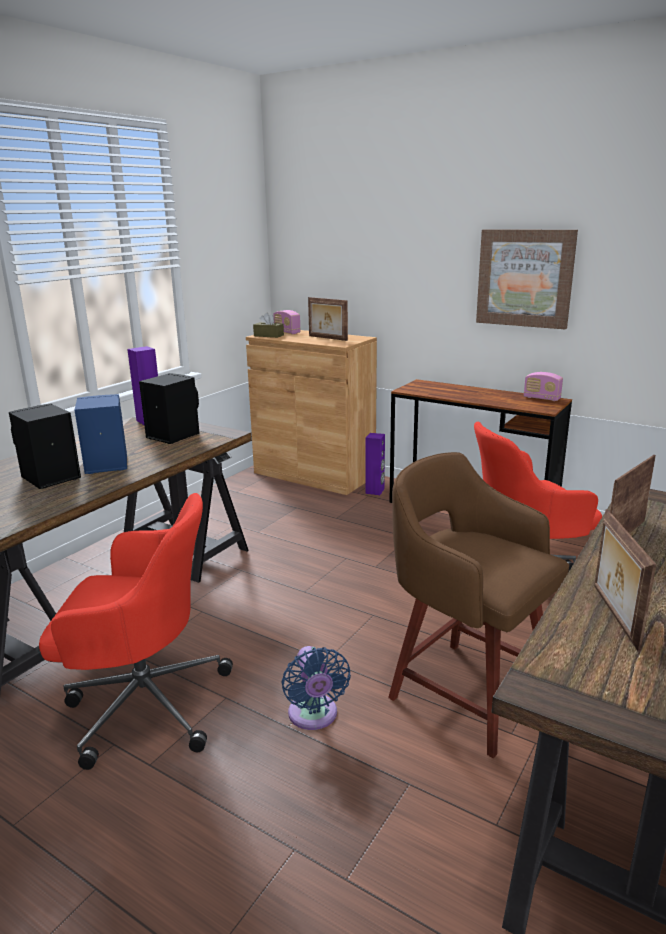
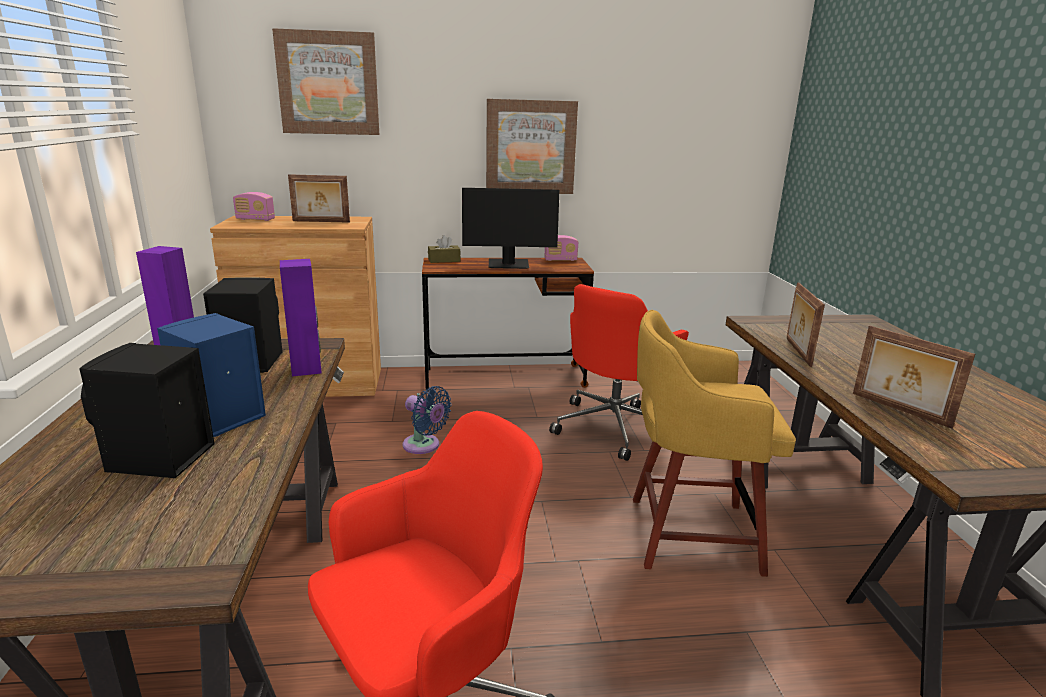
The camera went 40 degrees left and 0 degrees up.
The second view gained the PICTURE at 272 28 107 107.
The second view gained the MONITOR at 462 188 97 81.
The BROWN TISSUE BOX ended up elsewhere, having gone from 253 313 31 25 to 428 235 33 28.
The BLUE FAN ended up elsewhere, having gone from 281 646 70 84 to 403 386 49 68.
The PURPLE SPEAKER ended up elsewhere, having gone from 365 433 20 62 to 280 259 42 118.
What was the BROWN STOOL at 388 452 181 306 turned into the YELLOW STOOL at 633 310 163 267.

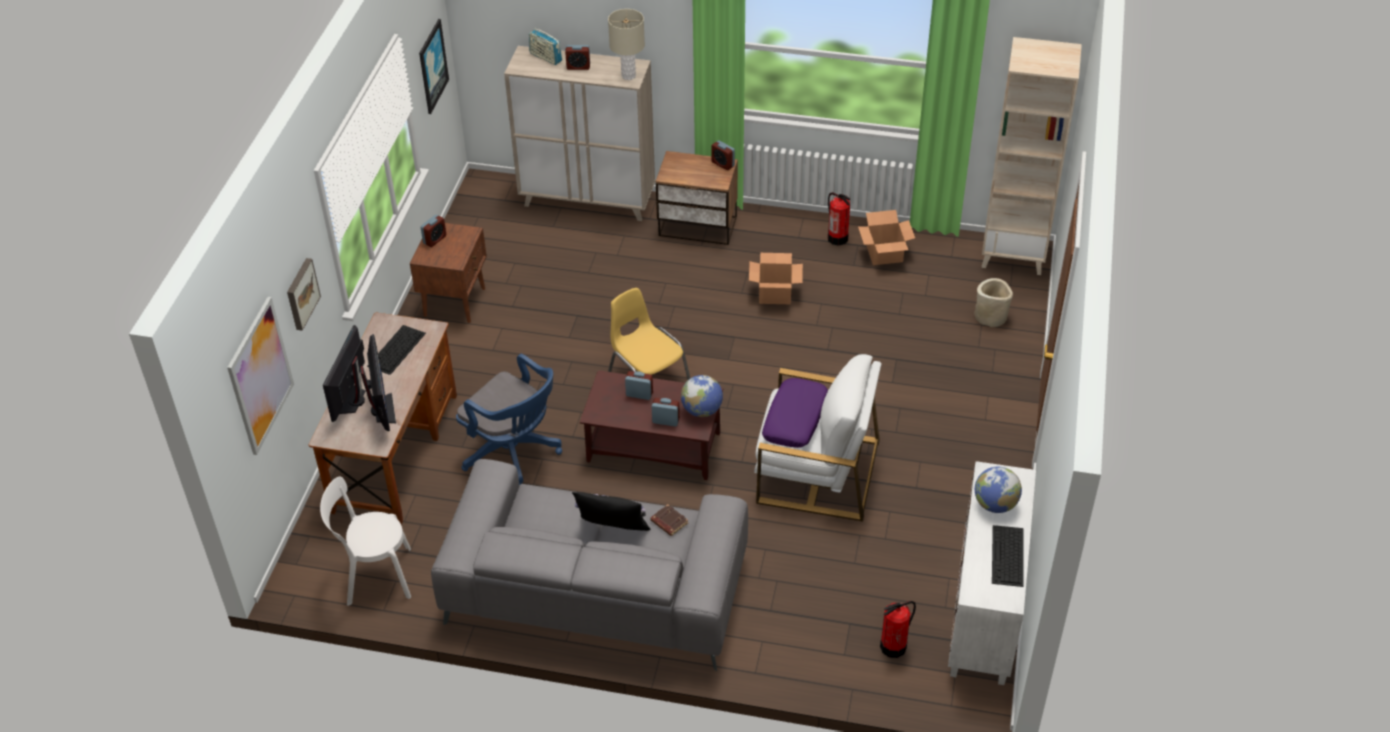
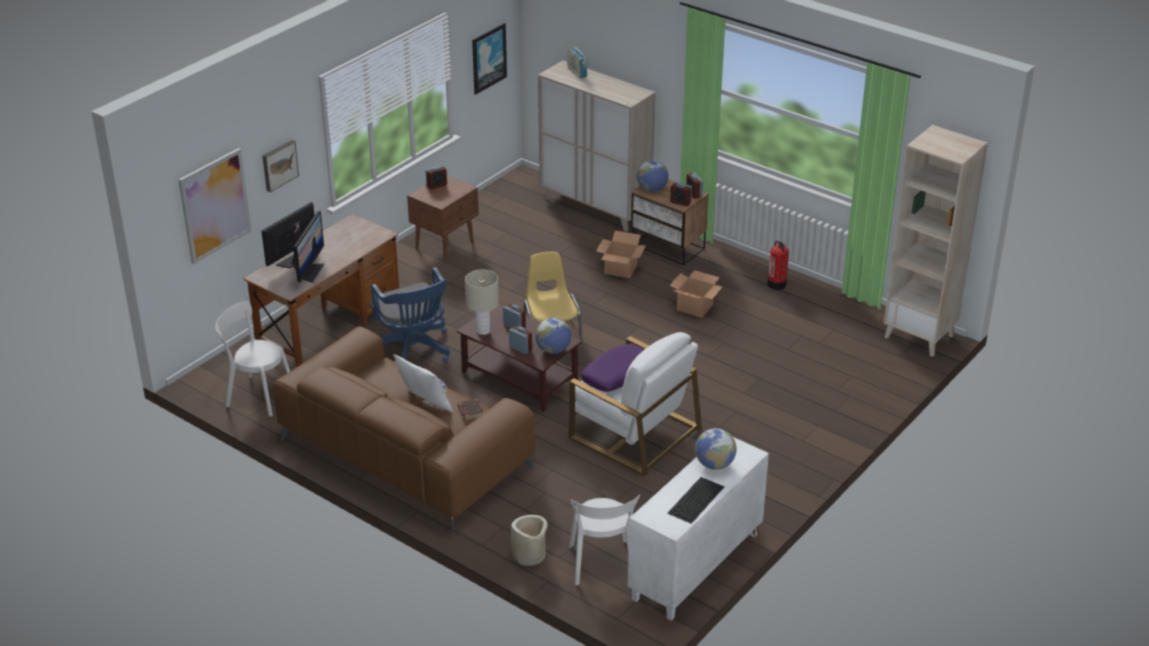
The camera went 25 degrees right and 10 degrees down.
The second view lost the KEYBOARD at 367 325 59 50.
The second view gained the GLOBE at 637 160 31 32.
The ALARM CLOCK ended up elsewhere, having gone from 565 45 25 25 to 670 182 22 24.
The BEIGE TABLE LAMP ended up elsewhere, having gone from 608 9 37 71 to 465 270 34 65.
The CARDBOARD BOX ended up elsewhere, having gone from 858 210 57 55 to 596 231 50 47.
The BEIGE PLANTER ended up elsewhere, having gone from 974 278 39 49 to 511 515 37 51.
Where the FIRE EXTINGUISHER stood at 880 601 36 57, the WHITE CHAIR came to stand at 569 495 71 90.
What was the GREY SOFA at 431 459 317 212 turned into the BROWN SOFA at 273 326 262 208.
What was the BLACK PILLOW at 572 492 78 39 turned into the WHITE PILLOW at 393 354 60 58.

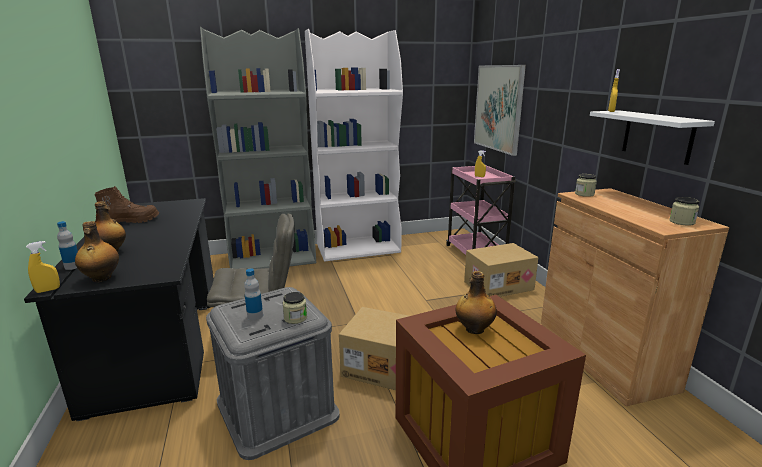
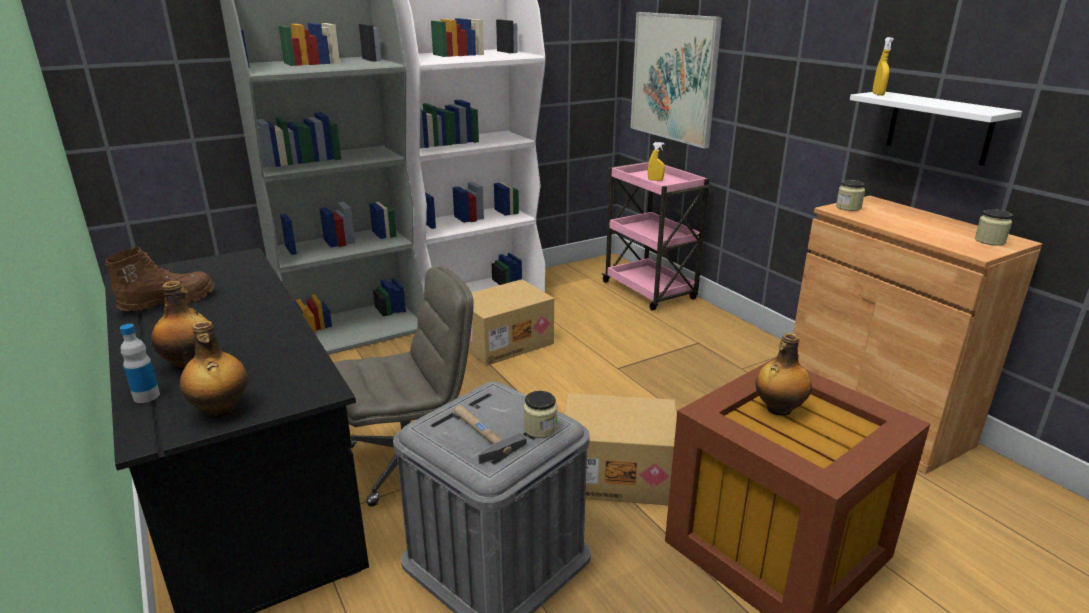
The camera went 15 degrees left and 5 degrees up.
The second view lost the YELLOW SPRAY BOTTLE at 26 241 34 52.
The CARDBOARD BOX ended up elsewhere, having gone from 464 243 74 54 to 468 279 86 87.
Where the BOTTLE stood at 244 268 19 52, the HAMMER came to stand at 454 405 73 59.

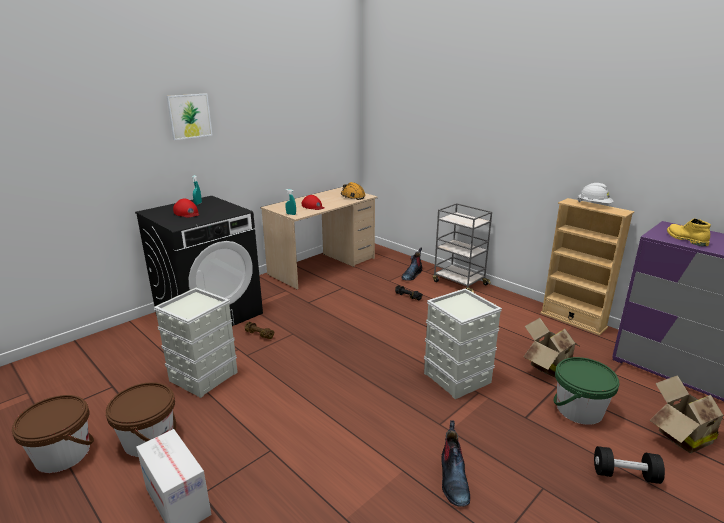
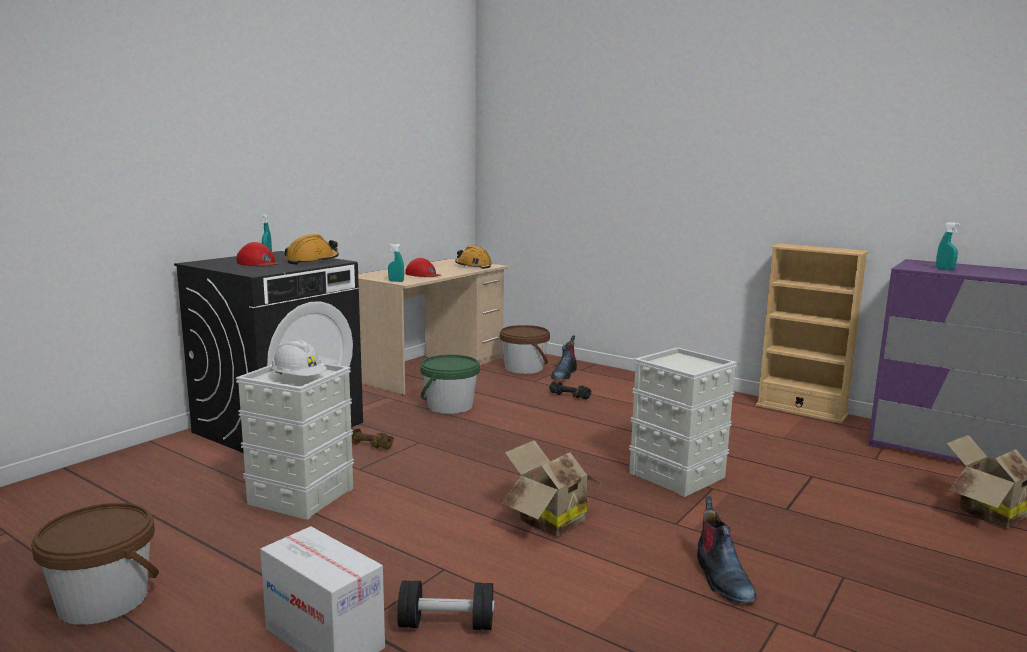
The camera went 10 degrees left and 10 degrees down.
The second view lost the PICTURE at 166 93 46 47.
The second view lost the GREY CART at 433 203 59 90.
The second view gained the ORANGE HARD HAT at 284 234 55 31.
The BROWN BUCKET ended up elsewhere, having gone from 106 382 70 75 to 500 325 50 49.
The CARDBOARD BOX ended up elsewhere, having gone from 523 318 58 60 to 502 440 99 96.
The GREEN BUCKET ended up elsewhere, having gone from 553 357 67 68 to 420 355 60 59.
The WHITE HARD HAT ended up elsewhere, having gone from 578 183 35 20 to 271 340 56 36.
The BLACK DUMBBELL ended up elsewhere, having gone from 594 446 71 38 to 397 581 98 49.
Where the YELLOW BOOT stood at 667 218 44 28, the TURQUOISE SPRAY BOTTLE came to stand at 936 222 24 48.

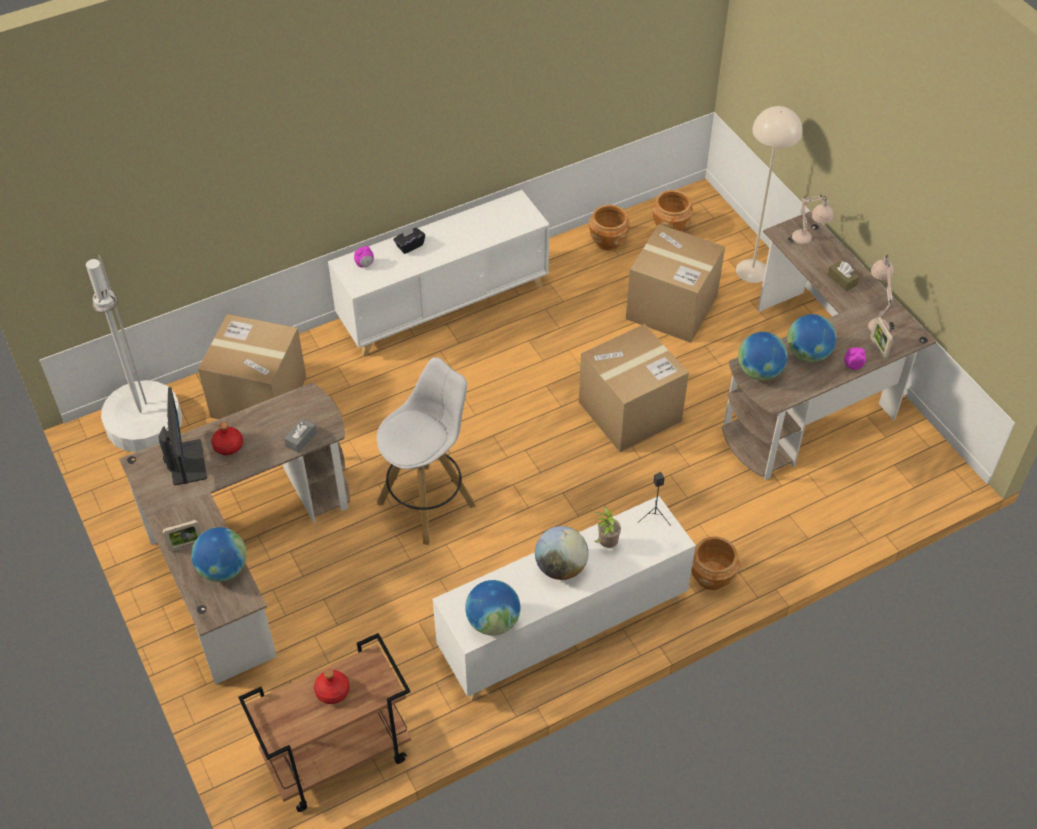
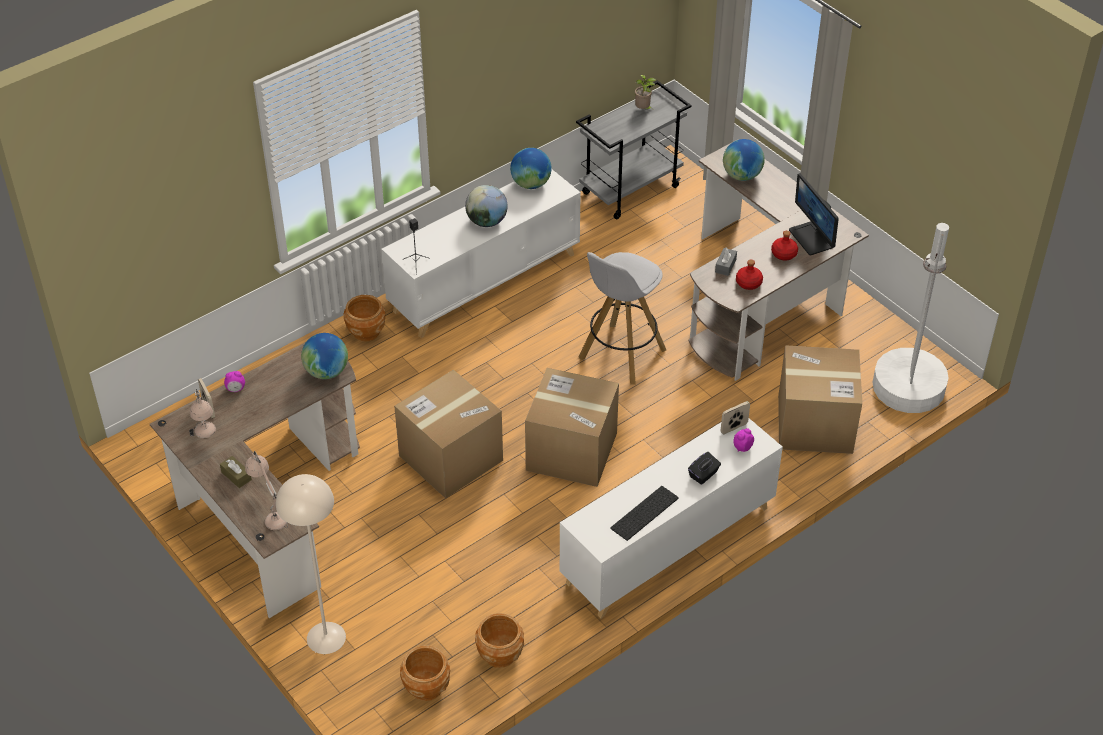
The camera went 170 degrees right and 5 degrees down.
The second view lost the GLOBE at 787 314 50 49.
The second view gained the KEYBOARD at 610 486 69 55.
The PICTURE FRAME ended up elsewhere, having gone from 163 520 39 31 to 720 401 30 33.
The RED BOTTLE ended up elsewhere, having gone from 314 669 36 35 to 736 260 27 30.
The POTTED PLANT ended up elsewhere, having gone from 594 506 27 42 to 635 75 21 34.
The CARDBOARD BOX ended up elsewhere, having gone from 626 224 99 119 to 525 368 94 119.
What was the BROWN CART at 238 633 173 179 turned into the GREY CART at 576 80 115 139.

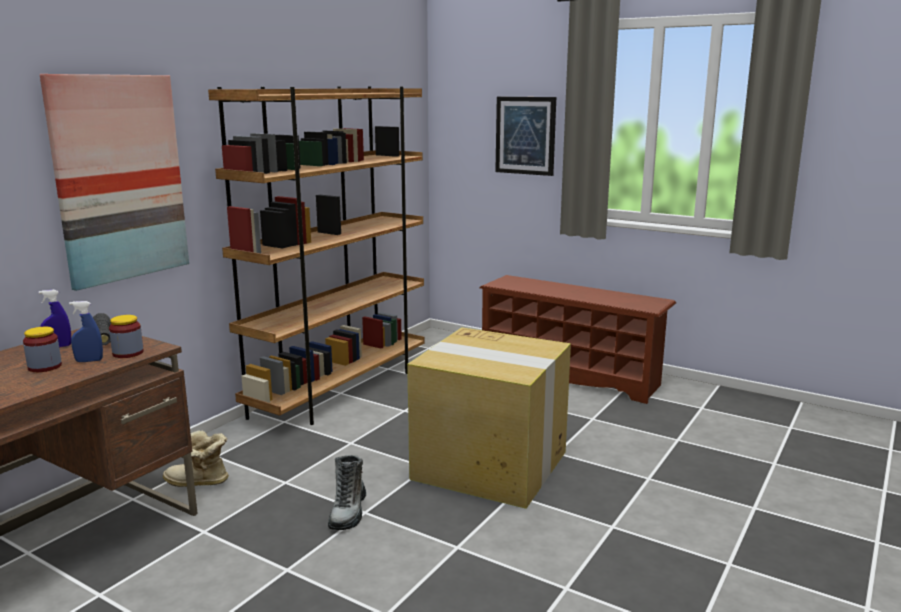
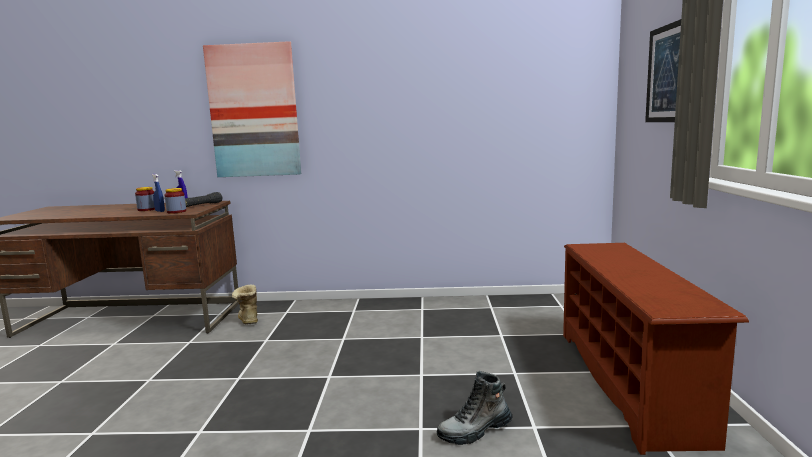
The camera went 60 degrees right and 5 degrees down.
The second view lost the BROWN BOOKCASE at 208 86 217 339.
The second view lost the CARDBOARD BOX at 407 327 164 182.
The BOOT ended up elsewhere, having gone from 328 455 38 75 to 437 371 76 74.

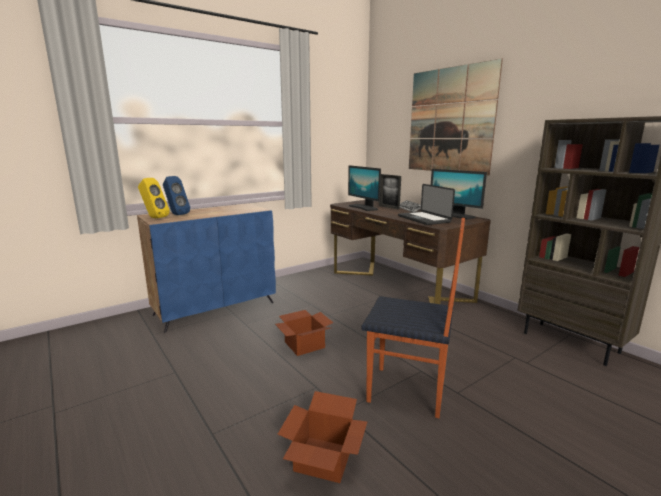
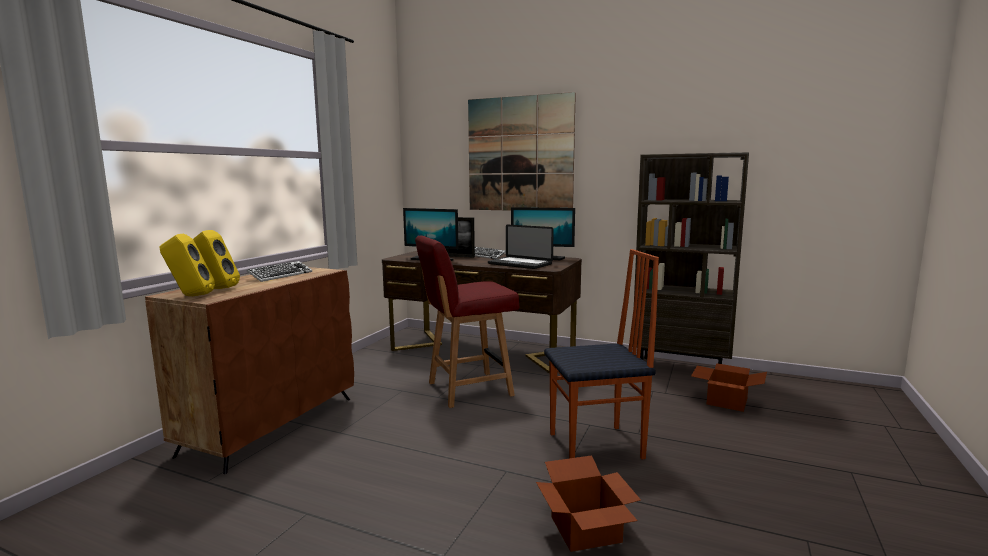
The camera went 30 degrees left and 5 degrees down.
The second view gained the KEYBOARD at 247 261 65 21.
The second view gained the RED CHAIR at 415 235 104 173.
The CARDBOARD BOX ended up elsewhere, having gone from 275 310 59 46 to 691 363 76 49.
What was the BLUE CABINET at 137 204 139 129 turned into the BROWN CABINET at 145 267 209 207.
What was the BLUE SPEAKER at 163 176 27 39 turned into the YELLOW SPEAKER at 193 230 47 59.

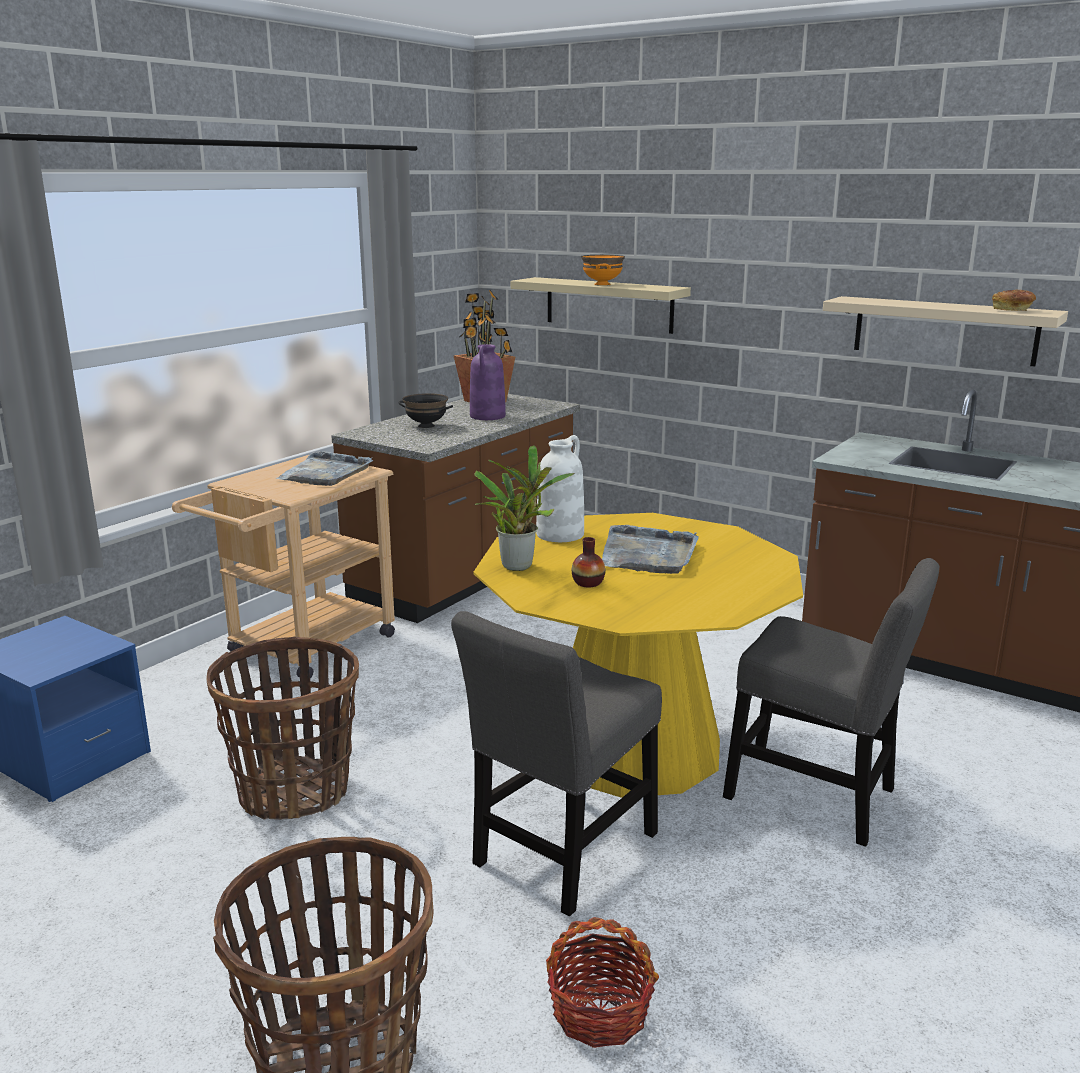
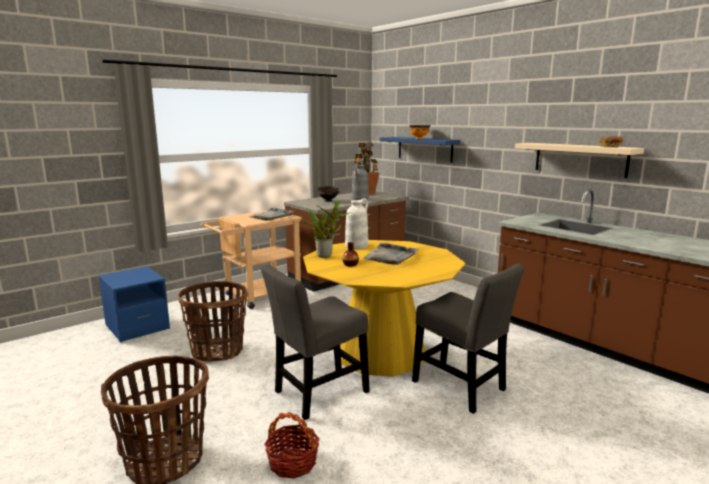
The camera went 15 degrees right and 5 degrees down.
What was the PURPLE VASE at 470 344 36 76 turned into the GREY VASE at 352 165 17 35.
What was the BEIGE SHELF at 511 277 180 57 turned into the BLUE SHELF at 380 137 80 26.

